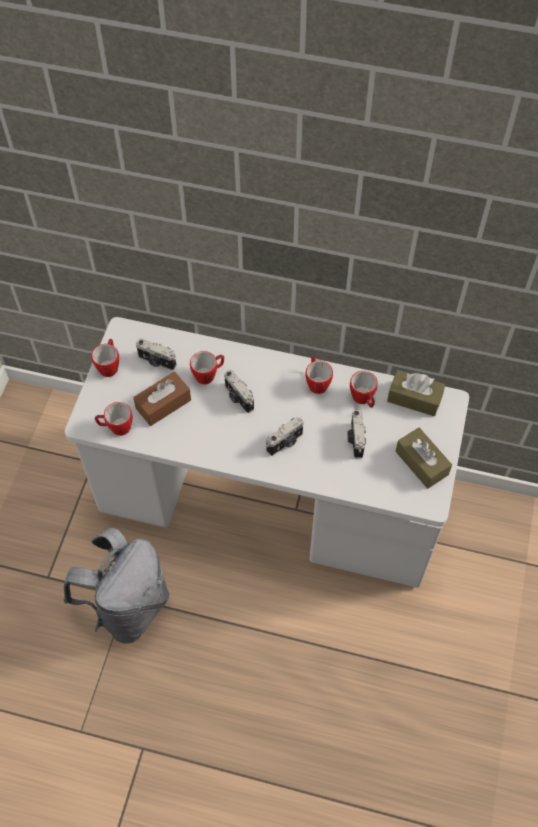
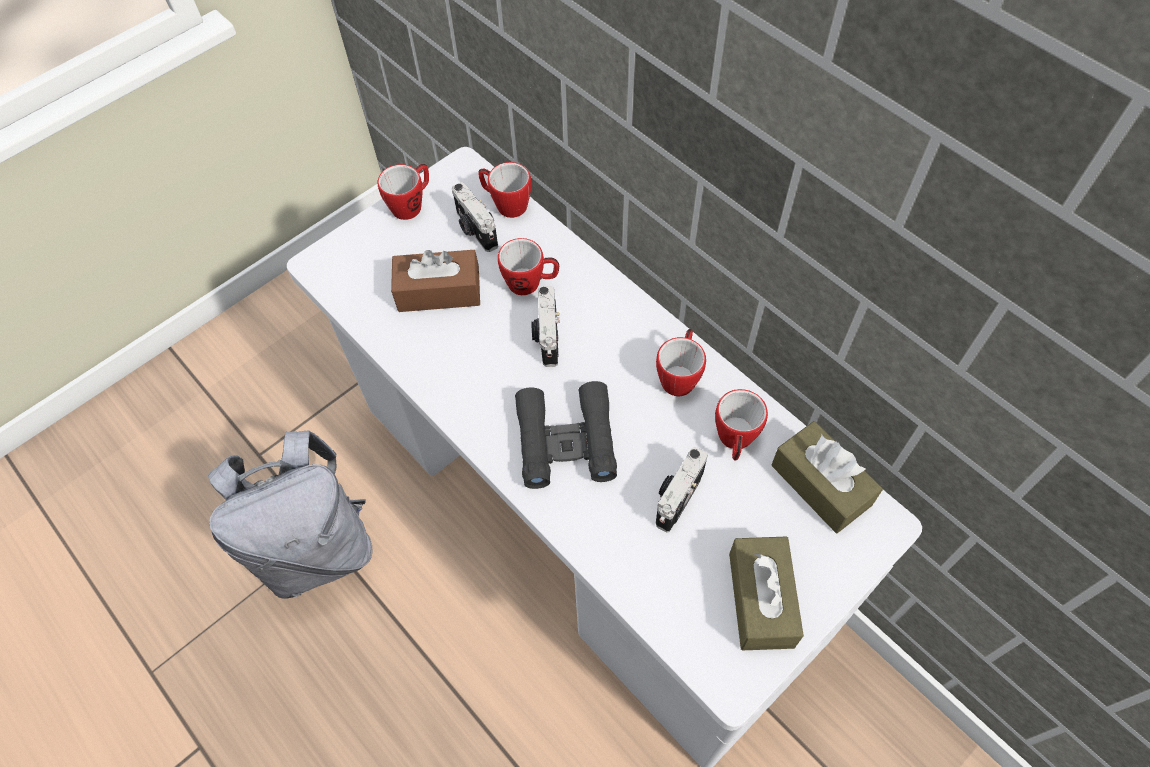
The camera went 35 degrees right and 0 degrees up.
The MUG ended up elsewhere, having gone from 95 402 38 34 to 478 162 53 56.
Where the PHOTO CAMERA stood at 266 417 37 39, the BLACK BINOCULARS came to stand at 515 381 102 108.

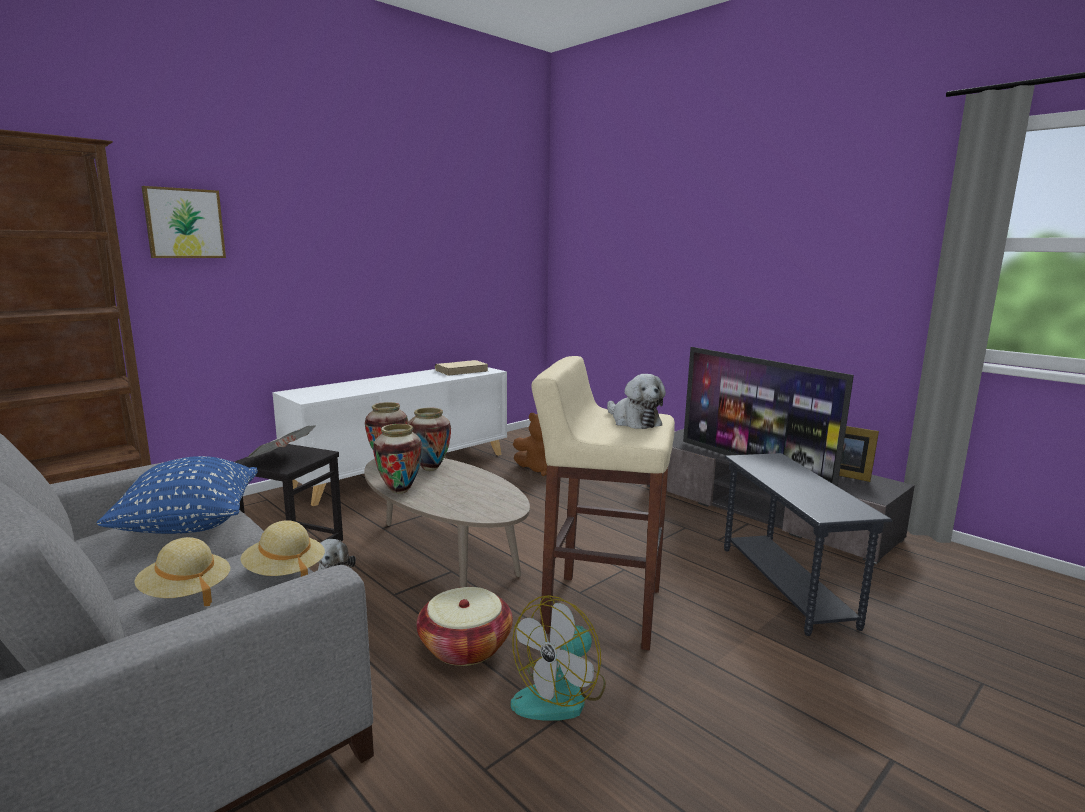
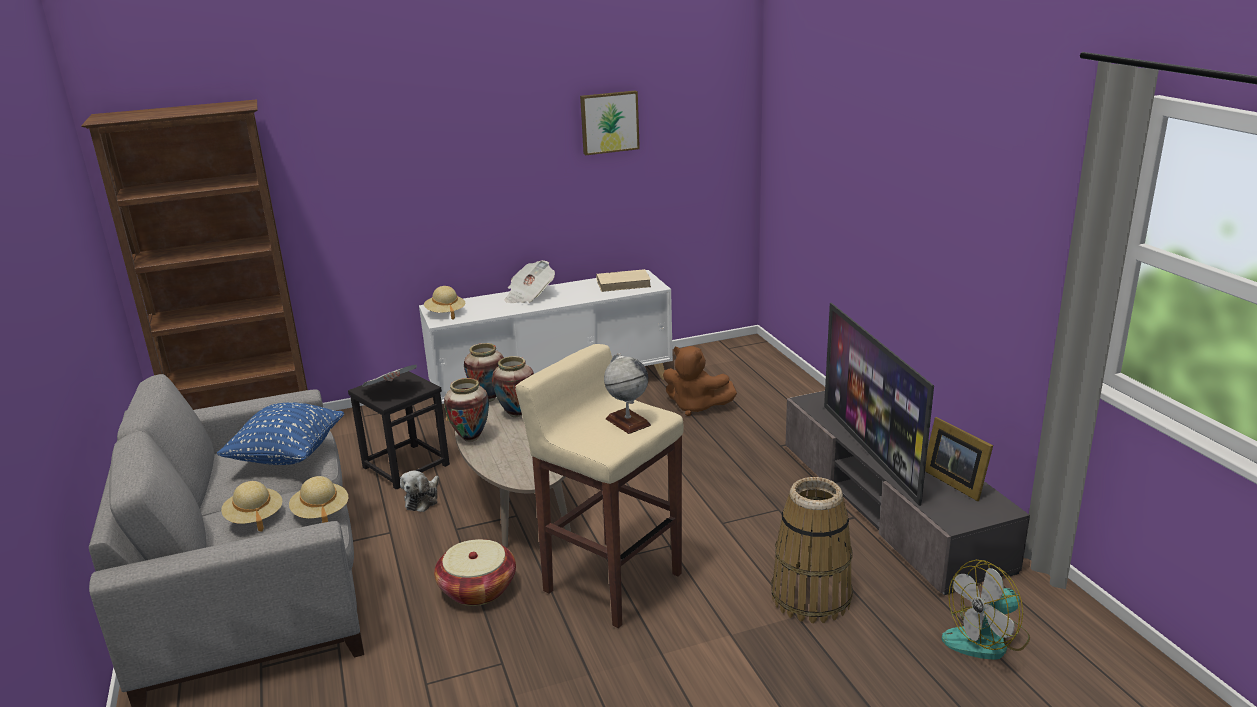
The camera went 25 degrees right and 10 degrees up.
The second view gained the BEIGE HAT at 424 286 41 34.
The second view gained the NEWSPAPER at 504 260 51 43.
The PICTURE ended up elsewhere, having gone from 142 186 84 72 to 580 91 60 64.
The FAN ended up elsewhere, having gone from 511 595 95 126 to 942 560 88 100.
Where the PLUSH TOY stood at 607 374 59 55, the GLOBE came to stand at 604 353 47 81.
Where the GREY SIDE TABLE stood at 724 453 168 183, the BASKET came to stand at 771 477 82 146.

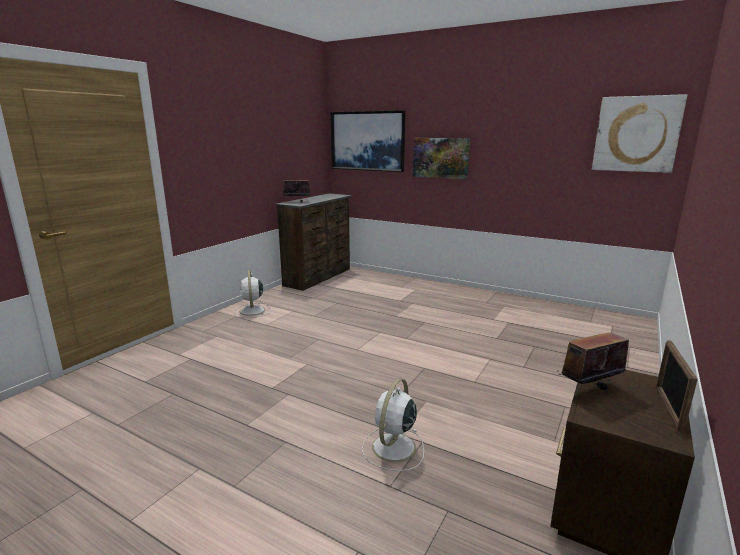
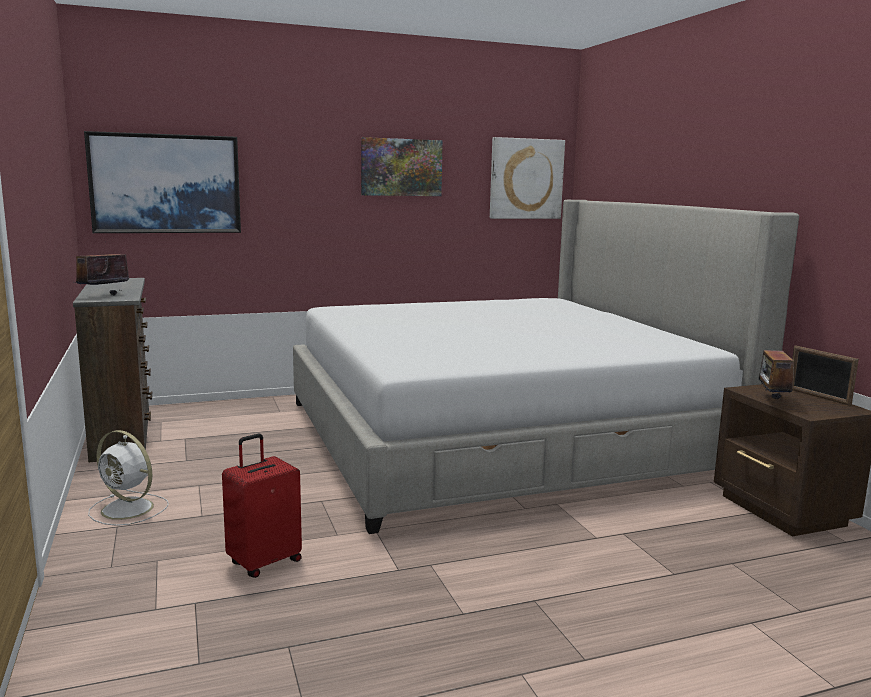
The camera went 50 degrees left and 5 degrees down.
The second view lost the WHITE FAN at 362 378 62 93.
The second view gained the RED SUITCASE at 222 434 80 144.
The second view gained the BED at 293 200 506 334.
The PICTURE ended up elsewhere, having gone from 413 138 57 41 to 361 137 82 59.

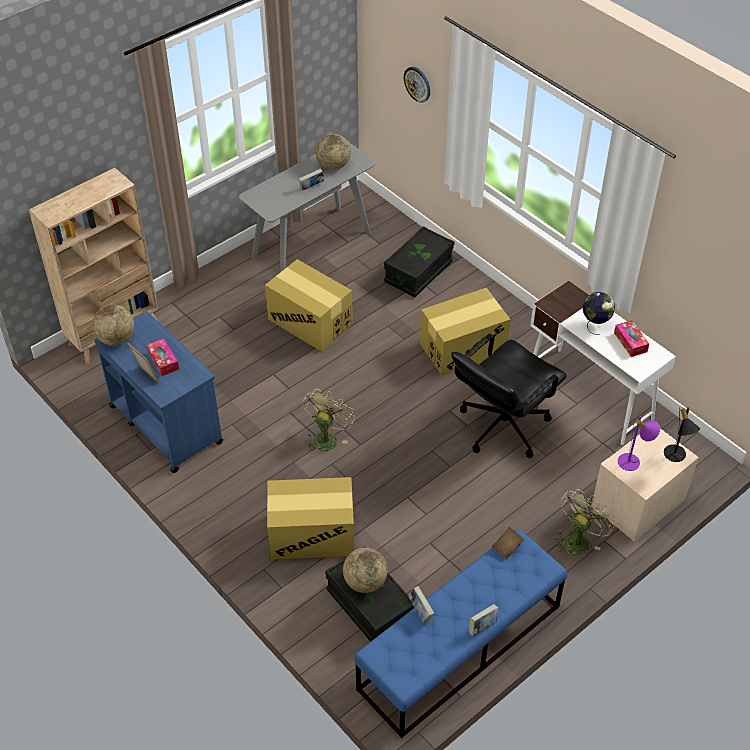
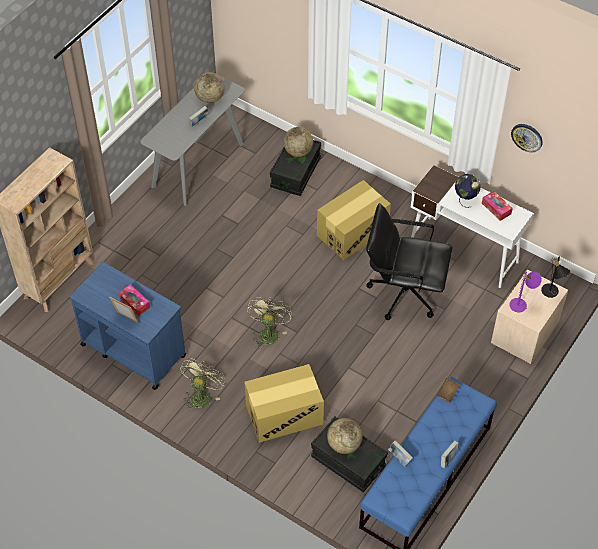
The camera went 15 degrees left and 5 degrees up.
The second view lost the CARDBOARD BOX at 265 259 88 93.
The GLOBE ended up elsewhere, having gone from 92 304 42 42 to 284 127 29 30.
The WALL CLOCK ended up elsewhere, having gone from 404 67 26 36 to 511 124 32 28.
The GREEN FAN ended up elsewhere, having gone from 554 489 61 66 to 180 359 45 52.
The BLACK OFFICE CHAIR at 451 334 115 124 ended up facing another way, 75 degrees clockwise from before.

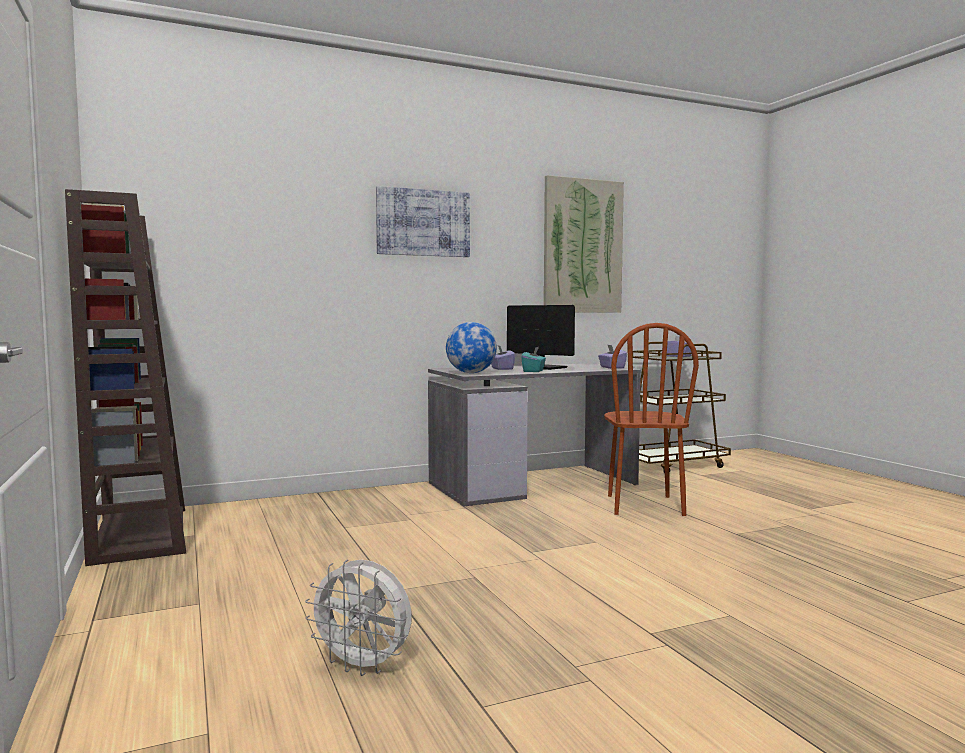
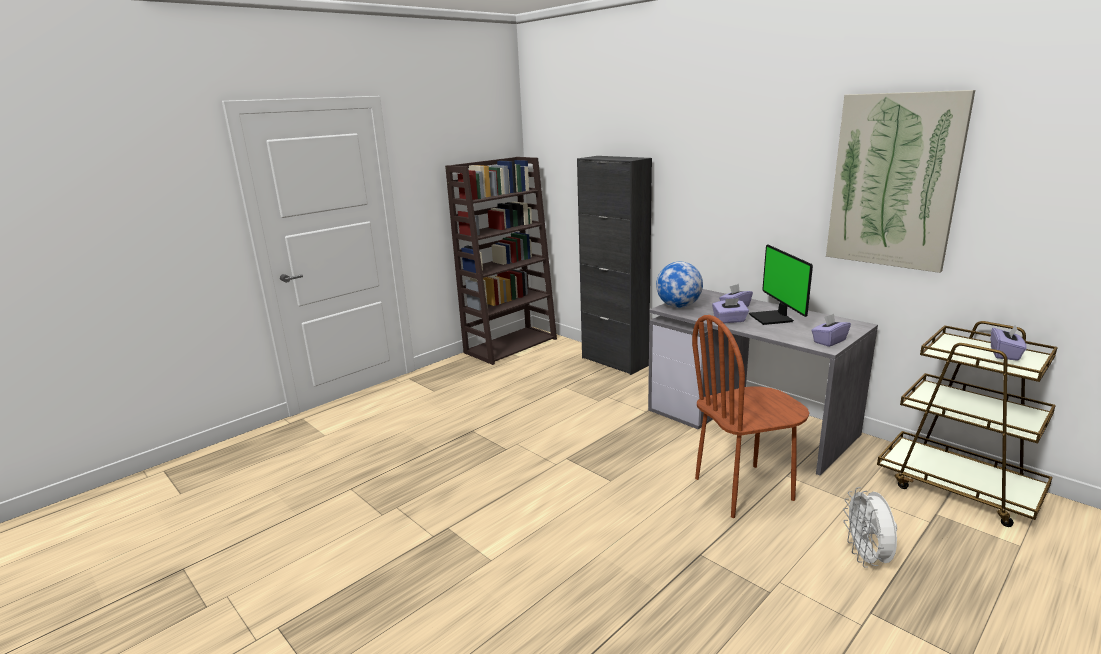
The camera went 70 degrees right and 15 degrees up.
The second view lost the PICTURE at 376 186 94 71.
The second view gained the BLACK CABINET at 577 156 75 219.
The WHITE FAN ended up elsewhere, having gone from 305 559 106 117 to 843 487 54 81.
What was the TURQUOISE TISSUE BOX at 521 347 25 25 turned into the PURPLE TISSUE BOX at 712 298 37 25.
The MONITOR at 507 305 68 65 ended up facing another way, 150 degrees clockwise from before.

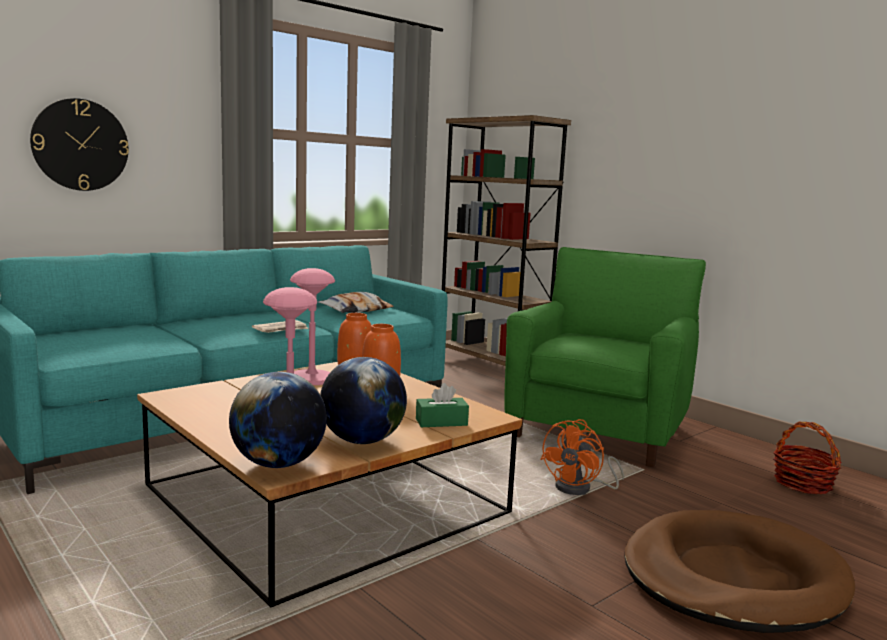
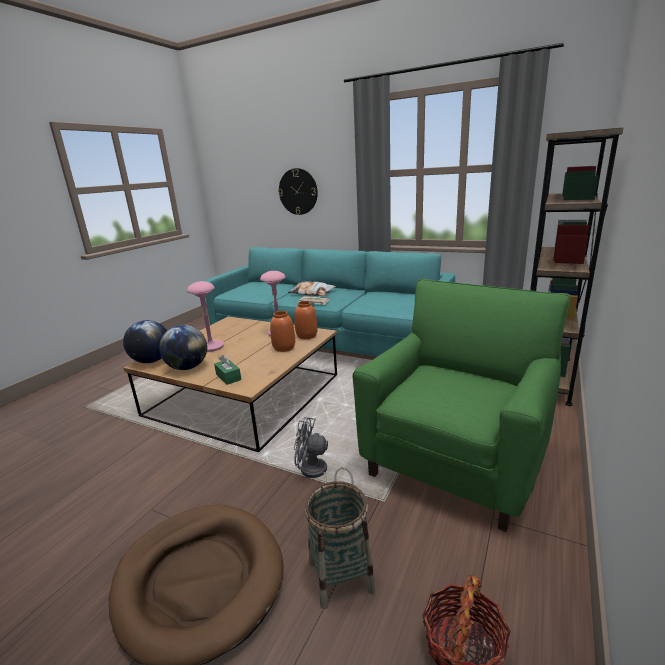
The camera went 70 degrees right and 10 degrees up.
The second view gained the BASKET at 304 481 71 128.
The PILLOW ended up elsewhere, having gone from 318 292 76 21 to 288 282 48 14.
What was the ORANGE FAN at 540 419 84 76 turned into the GREY FAN at 294 417 60 68.
The GREEN ARMCHAIR at 504 247 202 220 ended up facing another way, 60 degrees counterclockwise from before.

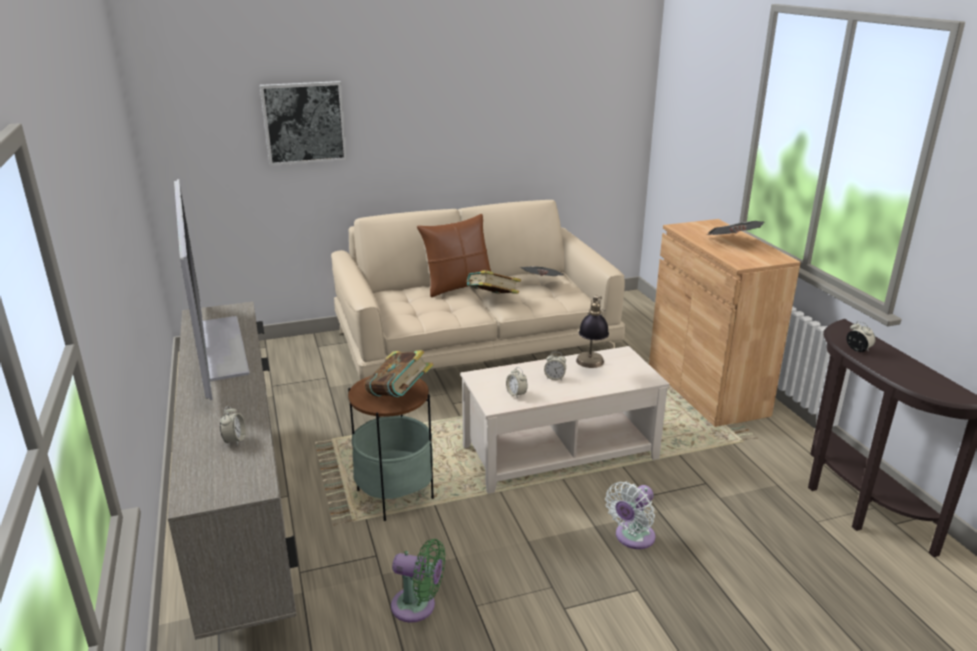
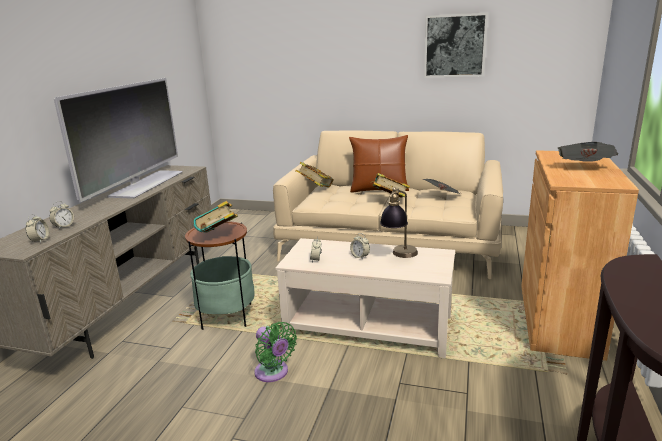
The camera went 35 degrees right and 5 degrees down.
The second view lost the WHITE FAN at 605 482 50 67.
The second view gained the BOOK at 296 162 38 25.
The PICTURE ended up elsewhere, having gone from 260 81 87 85 to 424 13 64 64.
The GREEN FAN ended up elsewhere, having gone from 391 539 54 84 to 254 322 43 60.
The ALARM CLOCK ended up elsewhere, having gone from 846 321 30 31 to 26 214 24 29.

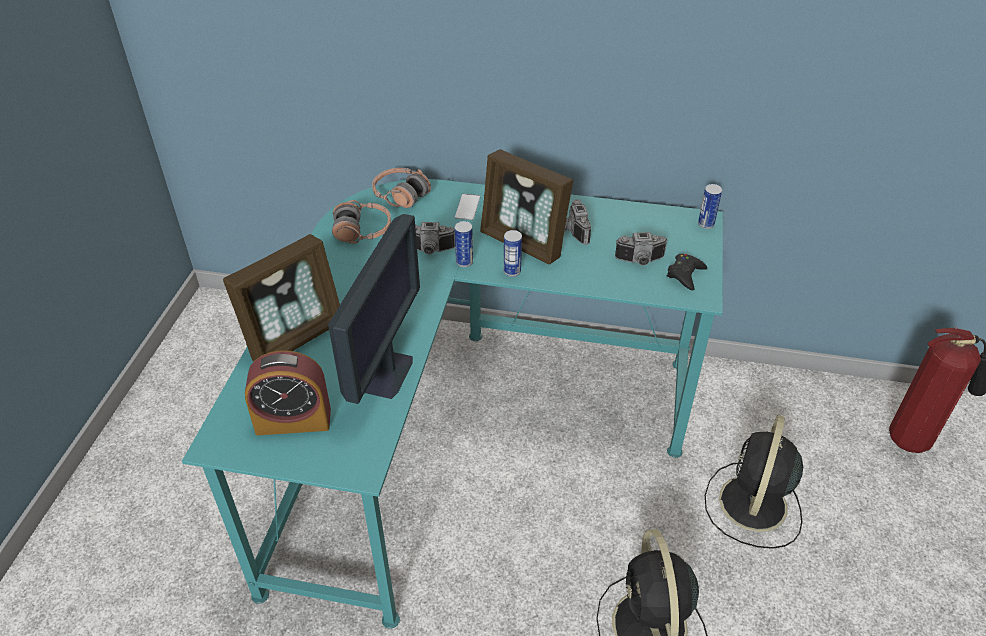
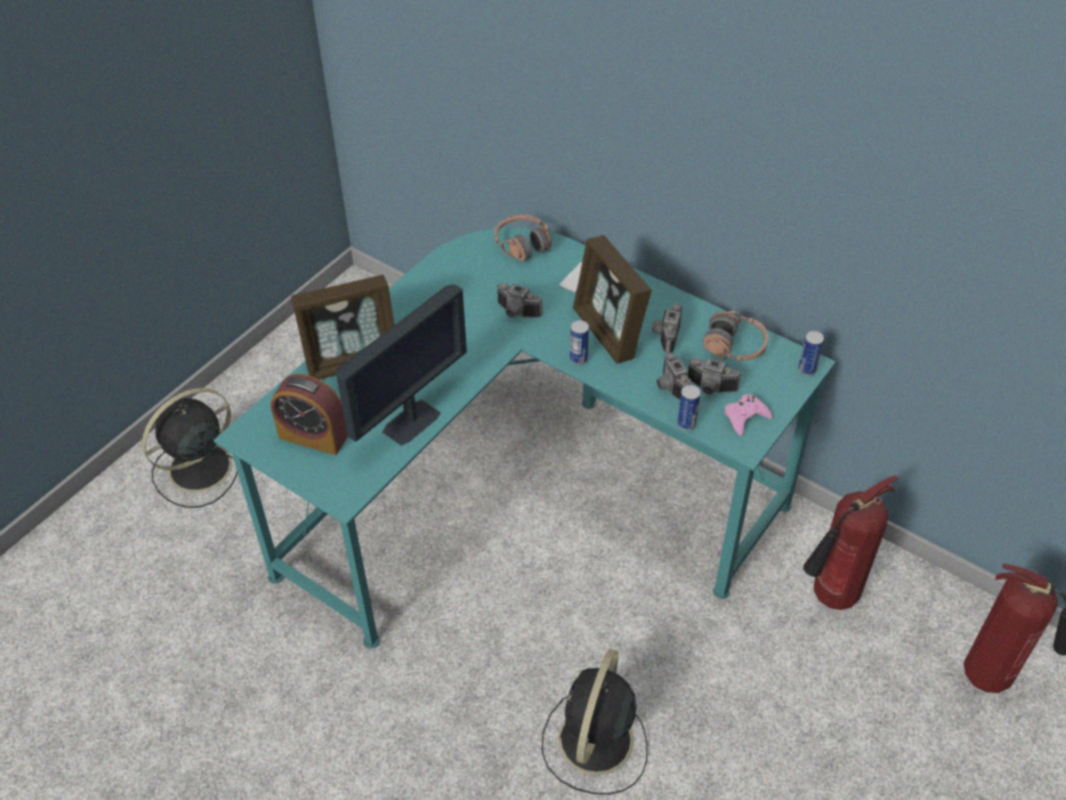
The camera went 25 degrees right and 5 degrees up.
The second view gained the PHOTO CAMERA at 657 353 36 47.
The second view gained the FIRE EXTINGUISHER at 803 475 96 135.
The HEADPHONES ended up elsewhere, having gone from 332 200 59 44 to 703 311 66 50.
The CAN ended up elsewhere, having gone from 455 221 18 46 to 677 385 24 46.
The BLACK FAN ended up elsewhere, having gone from 705 415 98 134 to 142 388 96 120.
What was the BLACK GAME CONTROLLER at 667 254 40 36 turned into the PINK GAME CONTROLLER at 724 394 48 42.

